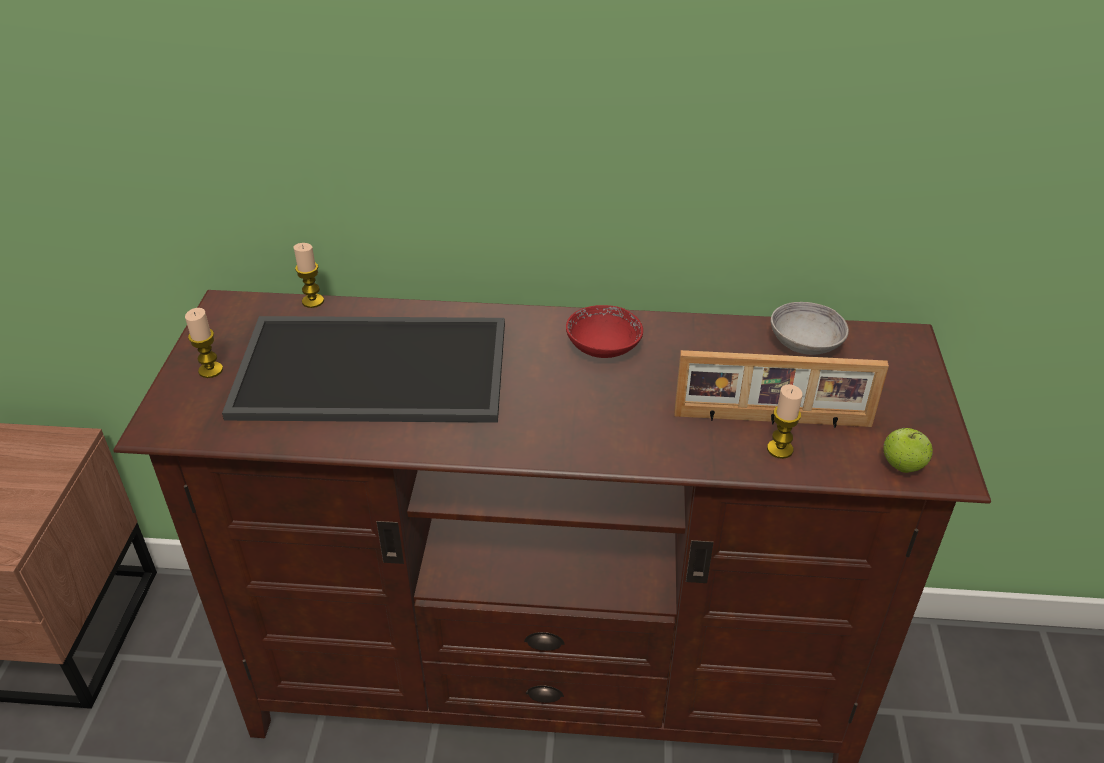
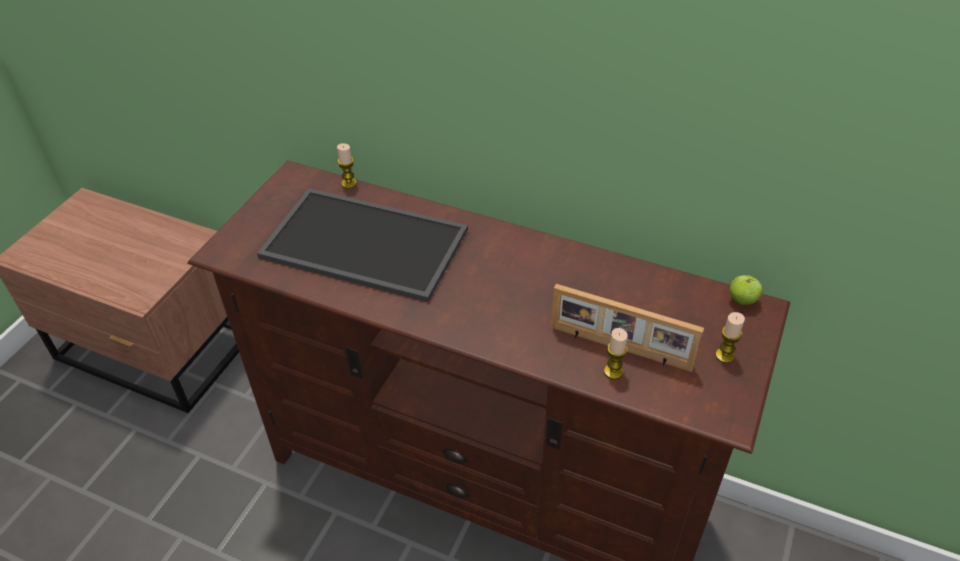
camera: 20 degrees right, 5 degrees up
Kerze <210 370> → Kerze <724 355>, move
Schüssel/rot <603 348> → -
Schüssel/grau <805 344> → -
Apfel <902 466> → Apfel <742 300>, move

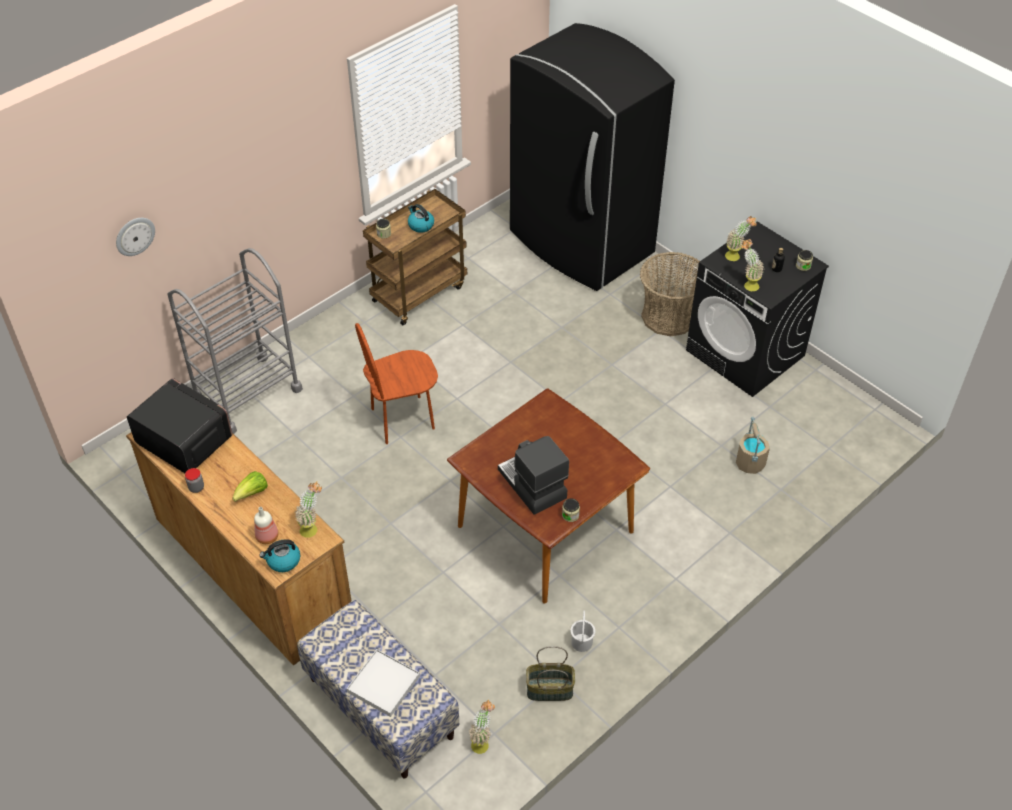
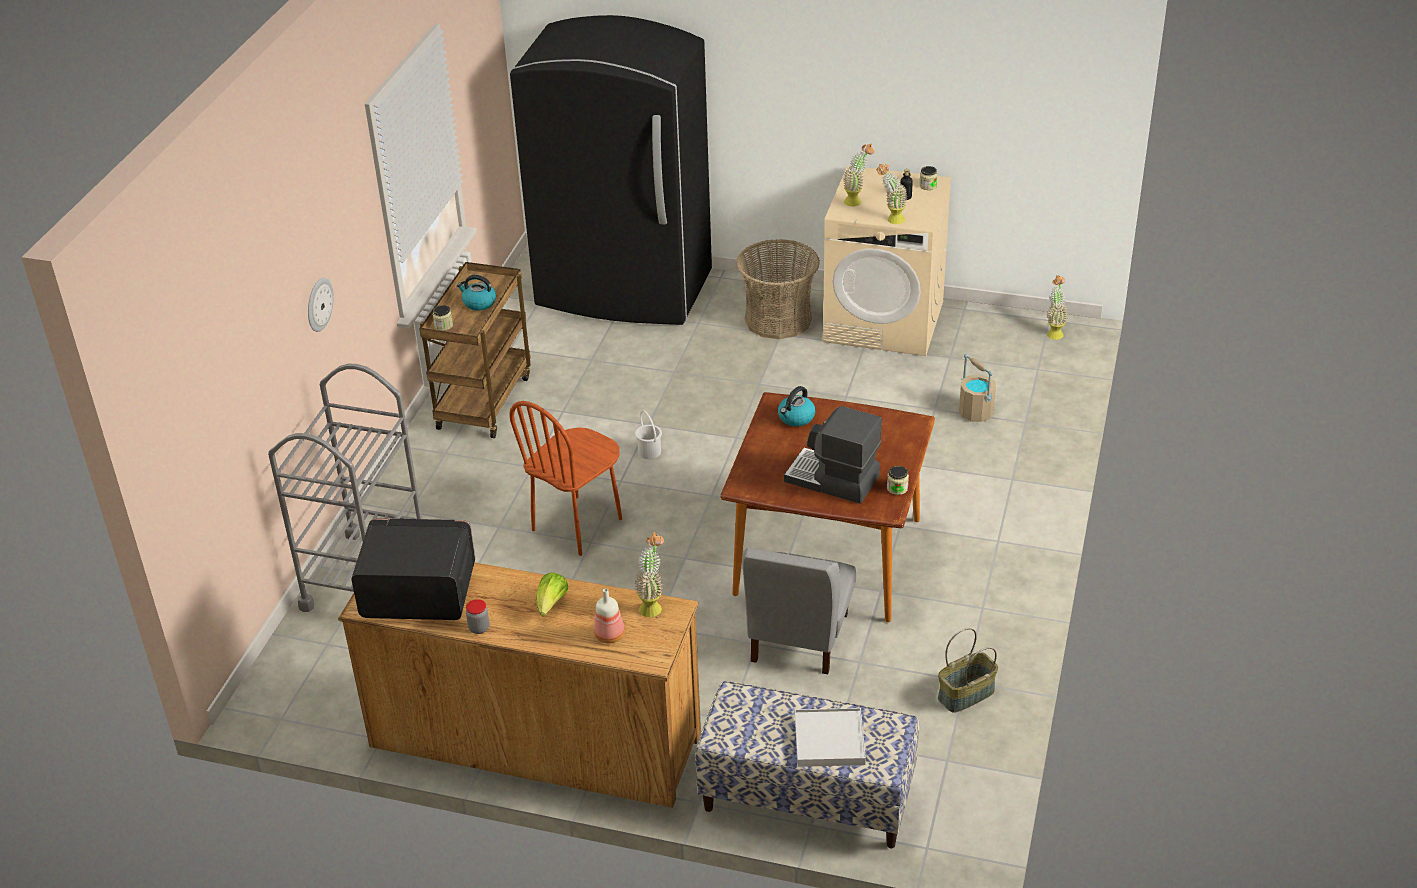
camera: 30 degrees left, 10 degrees down
Wanduhr <134 236> → Wanduhr <318 304>, move
Wasserkessel <283 561> → Wasserkessel <796 418>, move
Topfpflanze <482 741> → Topfpflanze <1054 332>, move
Eimer/weiß <582 642> → Eimer/weiß <650 452>, move
Waschmaschine/schwarz <746 353> → Waschmaschine/beige <884 321>
- → Stuhl/grau <798 638>

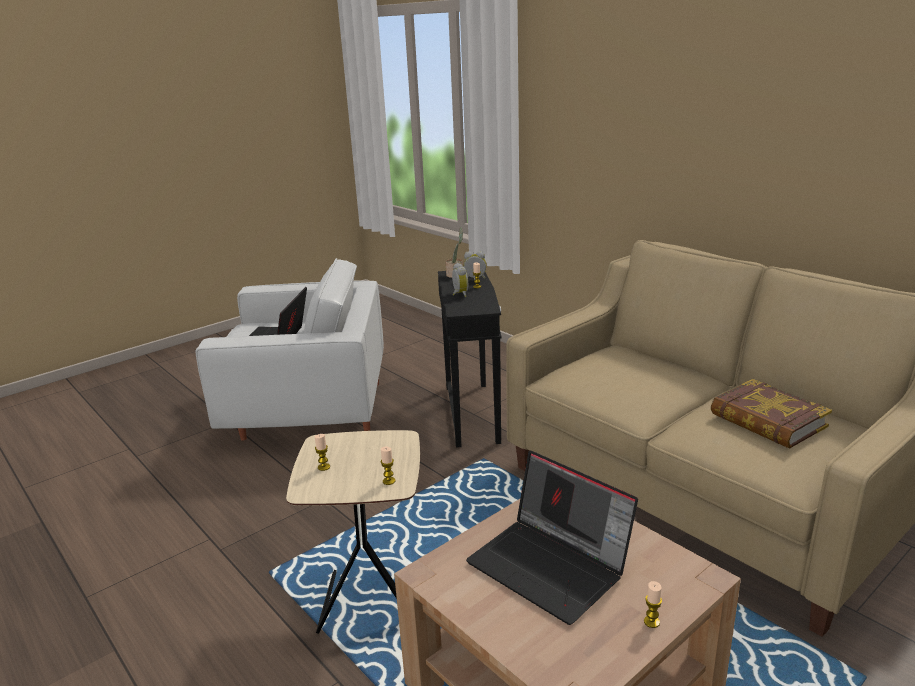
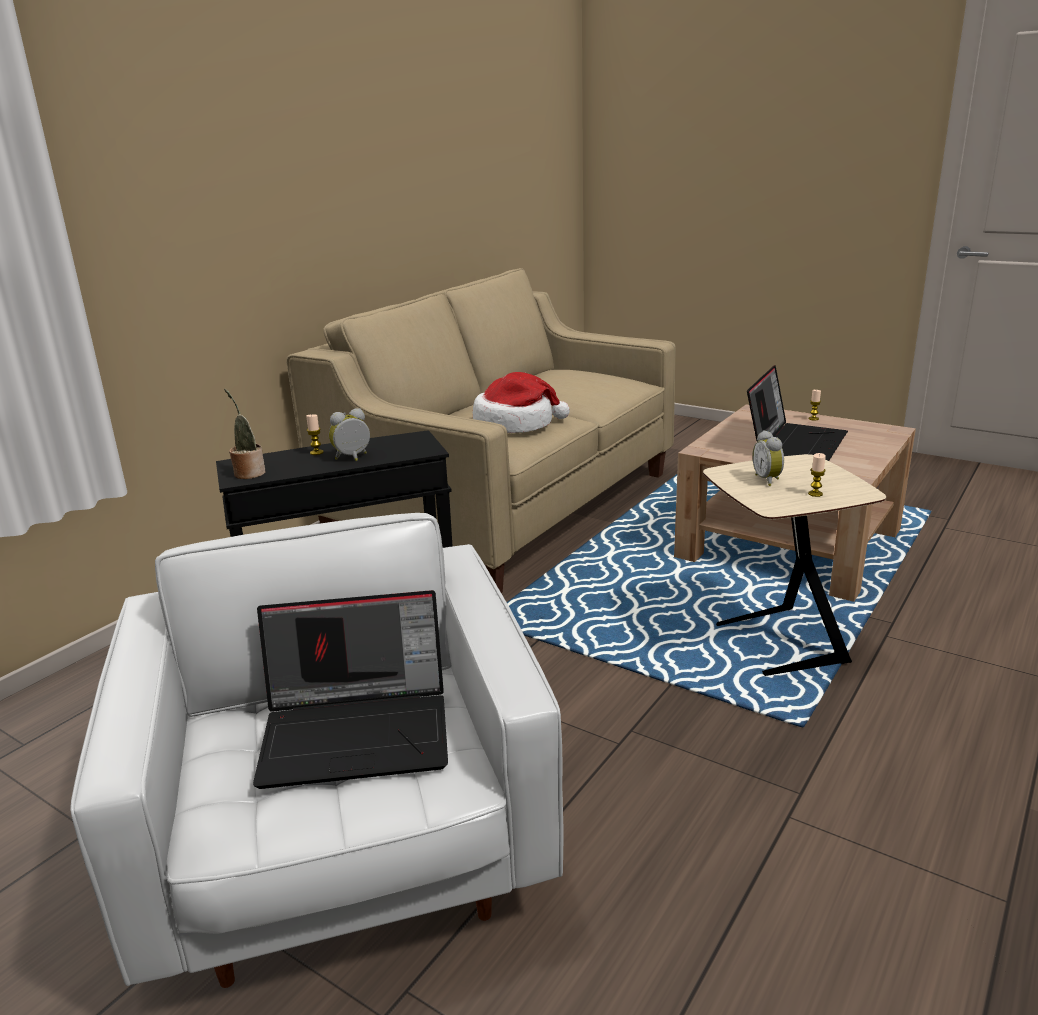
camera: 105 degrees left, 0 degrees up
Kerze <389 481> → -
Wecker <475 279> → Wecker <768 480>, move
Buch <767 421> → -
- → Hut <516 423>

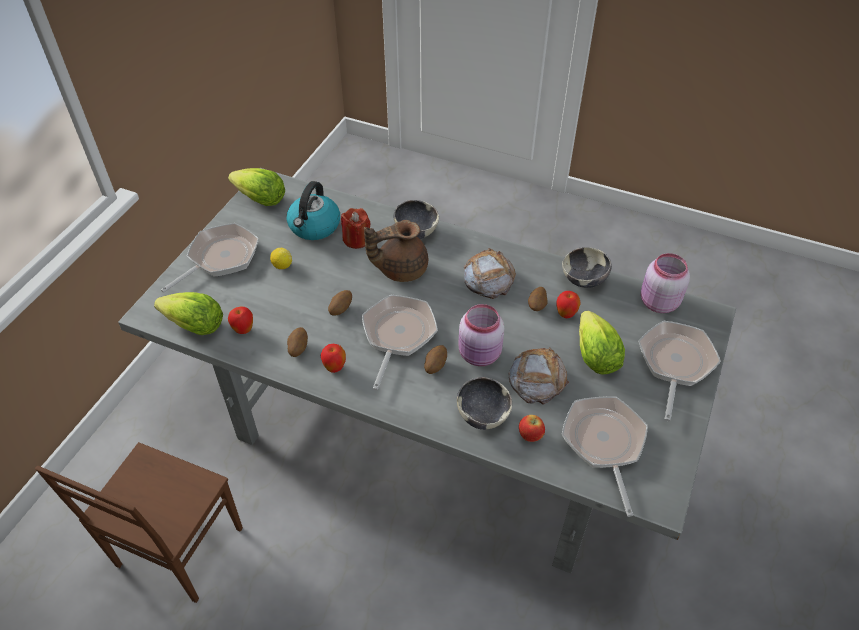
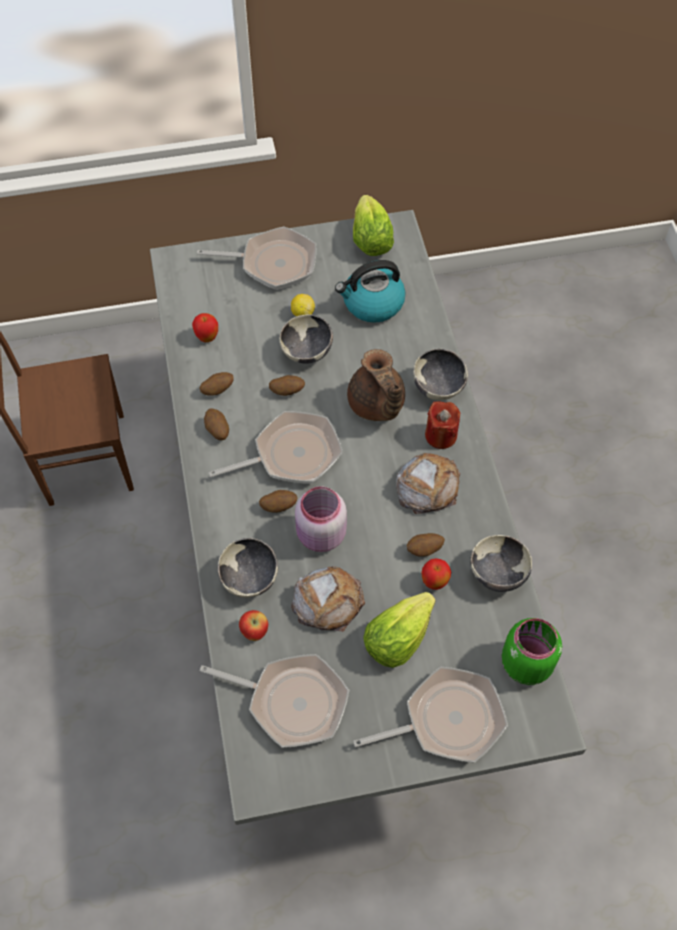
camera: 55 degrees right, 10 degrees up
Salatkopf <195 326> → -
Apfel <335 368> → Kartoffel <217 430>
Kerze/rot <356 240> → Kerze/rot <440 435>, move
Teekanne/braun <400 269> → Teekanne/braun <376 405>, 150 degrees counterclockwise
Pfanne <604 444> → Pfanne <291 701>, 60 degrees clockwise
Vorratsglas/rosa <657 303> → Vorratsglas/grün <524 663>
- → Schüssel <307 352>

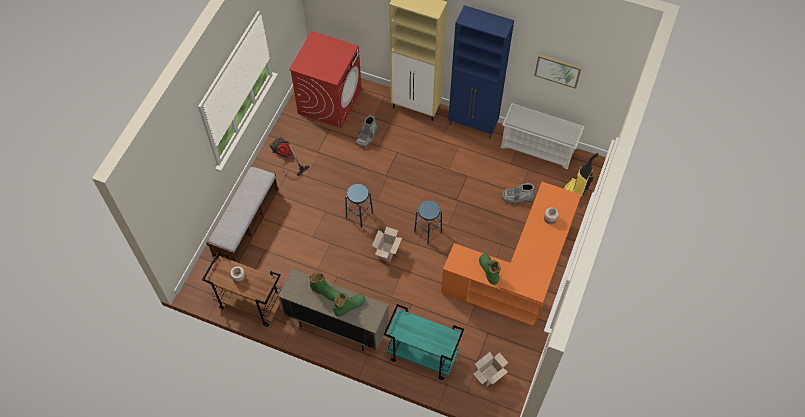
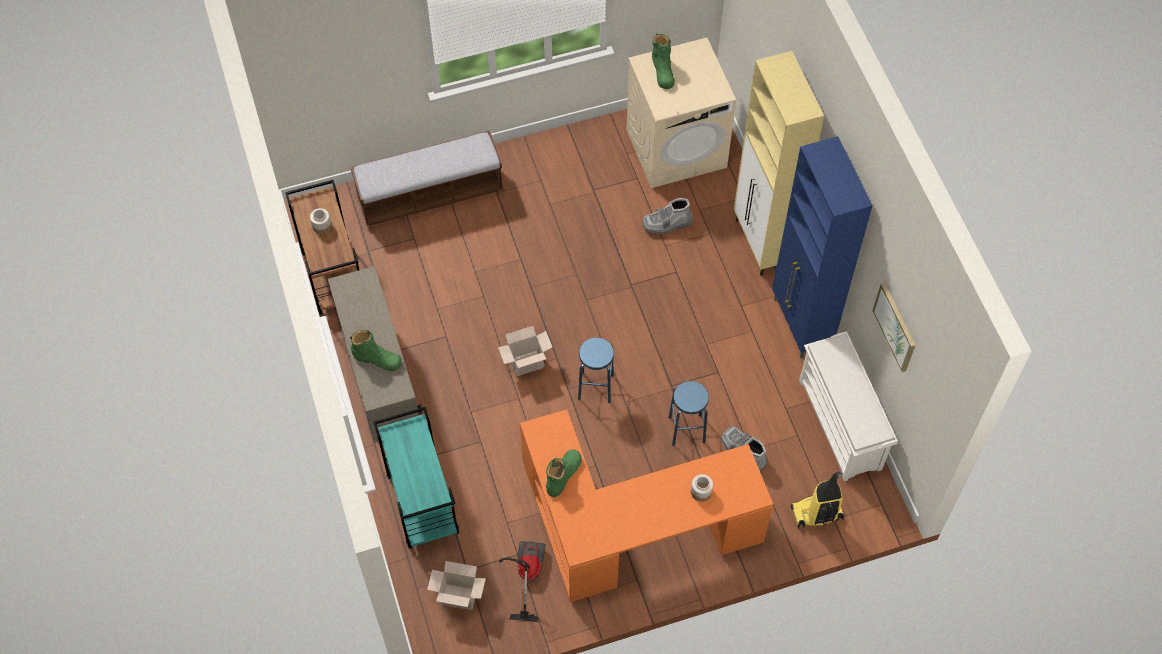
camera: 50 degrees right, 0 degrees up
Staubsauger <285 156> → Staubsauger <526 575>, move
Waschmaschine/rot <330 101> → Waschmaschine/beige <676 148>
Stiefel/grün <326 292> → Stiefel/grün <662 71>, move
Hocker/blau <359 215> → Hocker/blau <686 430>, move

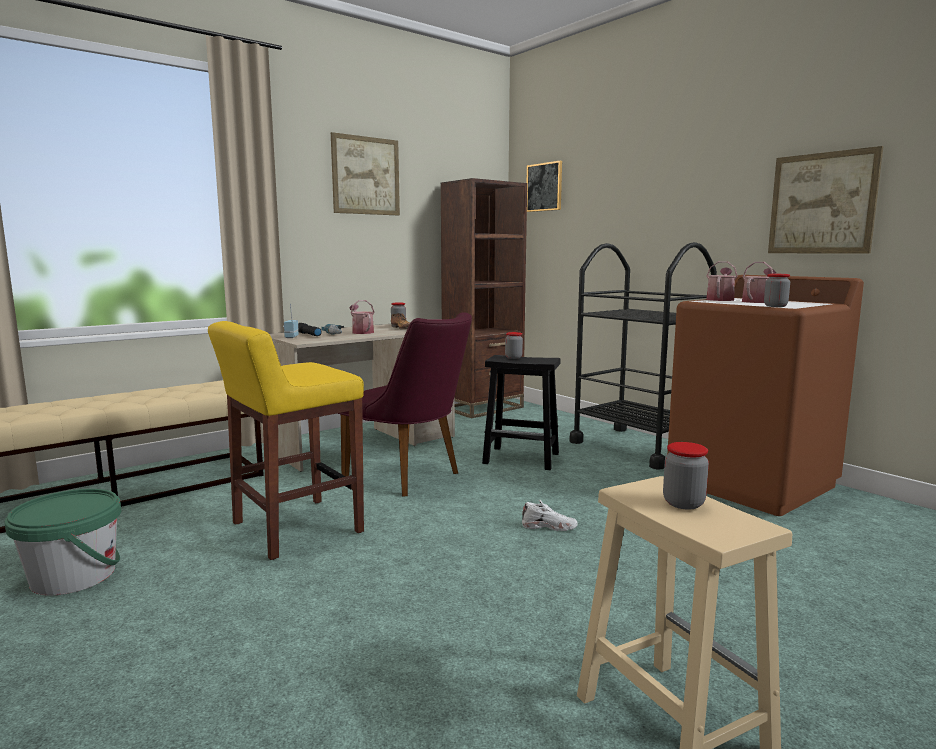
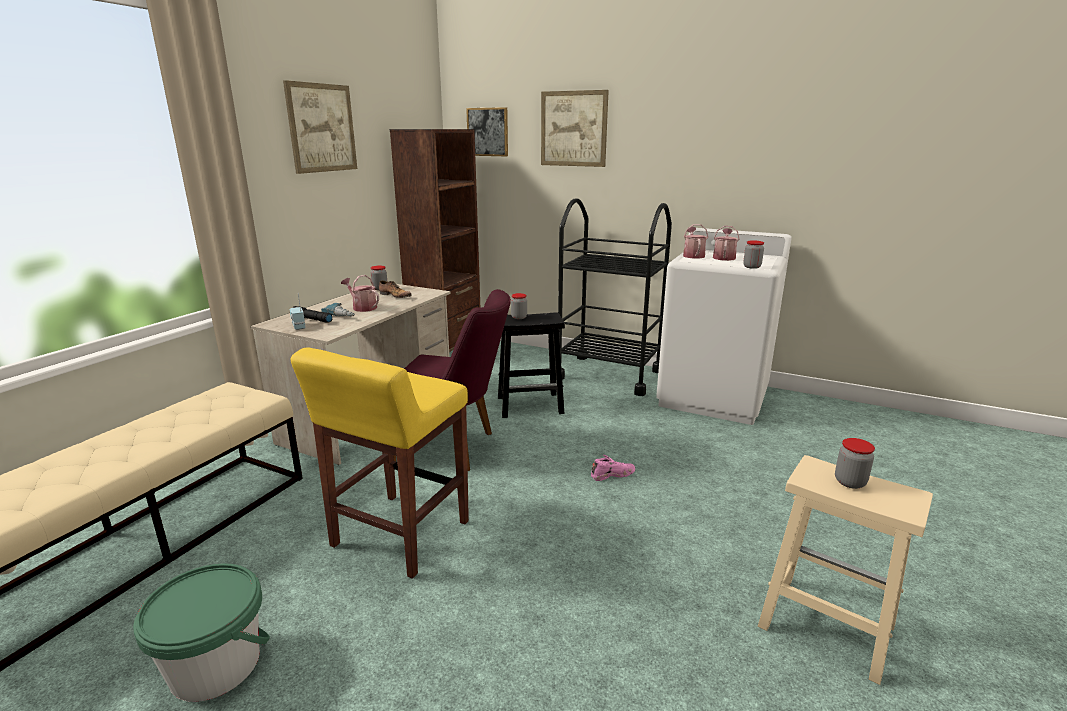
camera: 25 degrees left, 10 degrees up
Schuh/weiß <549 526> → Schuh/rosa <612 474>
Waschmaschine/braun <751 484> → Waschmaschine/weiß <714 397>
Bild <822 203> → Bild <573 129>, move

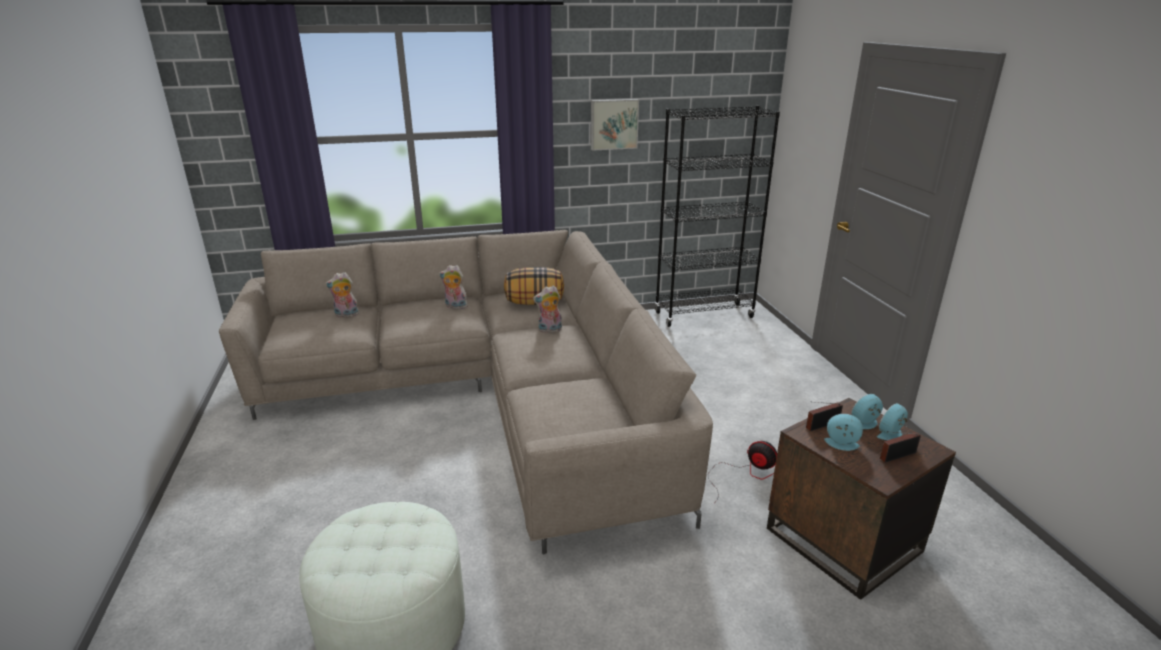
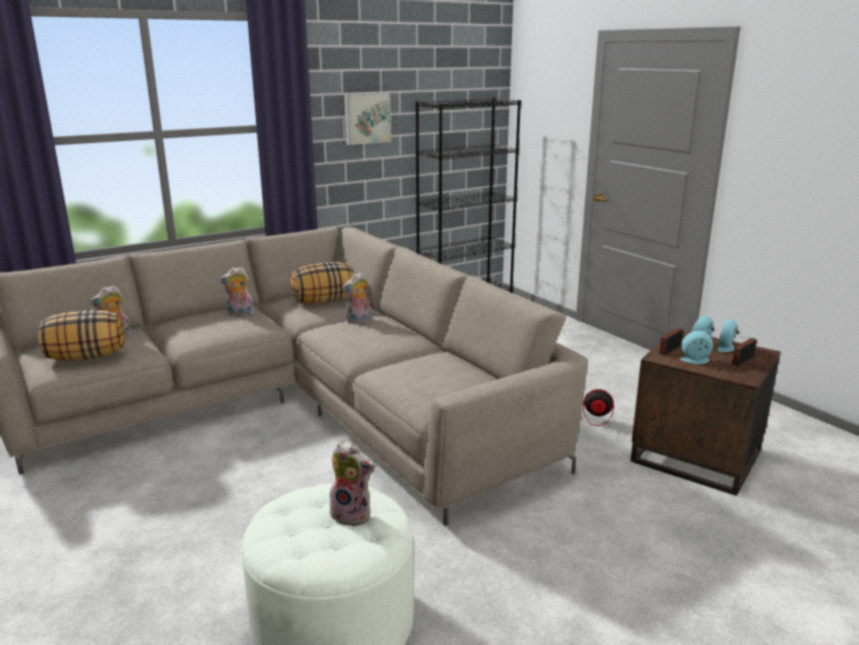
camera: 20 degrees left, 5 degrees down
- → Kissen <87 356>
- → Plüschtier <353 514>

